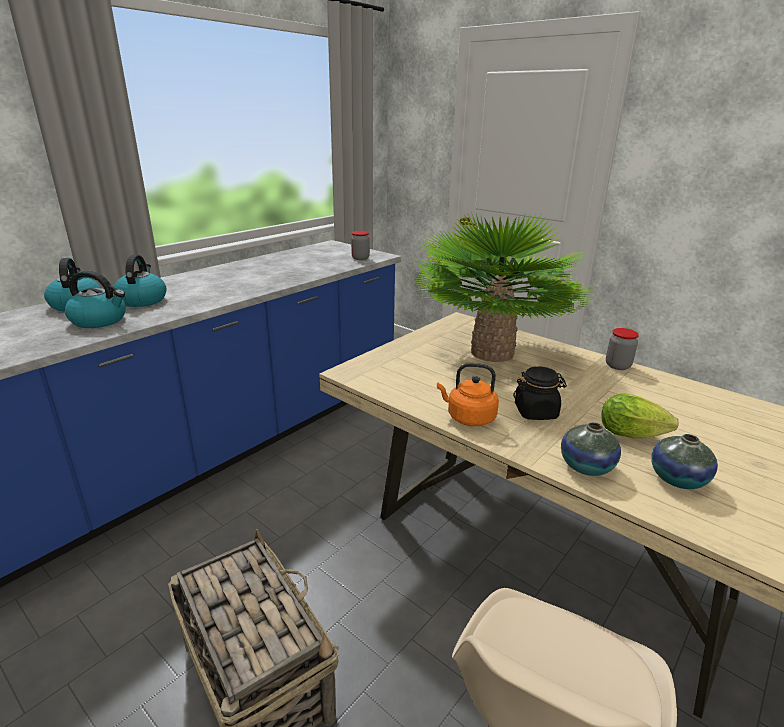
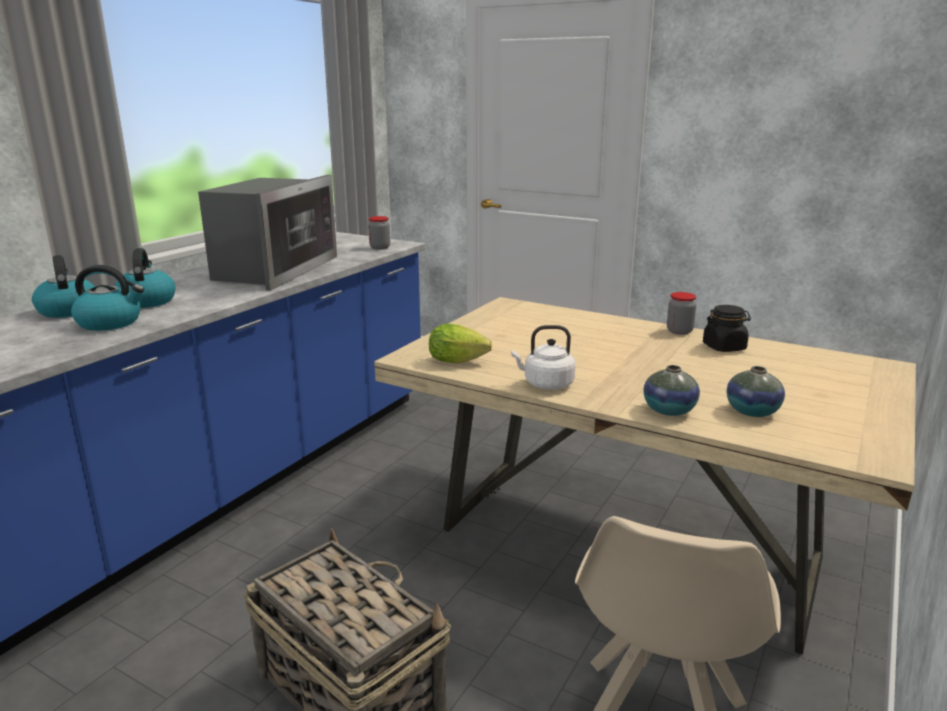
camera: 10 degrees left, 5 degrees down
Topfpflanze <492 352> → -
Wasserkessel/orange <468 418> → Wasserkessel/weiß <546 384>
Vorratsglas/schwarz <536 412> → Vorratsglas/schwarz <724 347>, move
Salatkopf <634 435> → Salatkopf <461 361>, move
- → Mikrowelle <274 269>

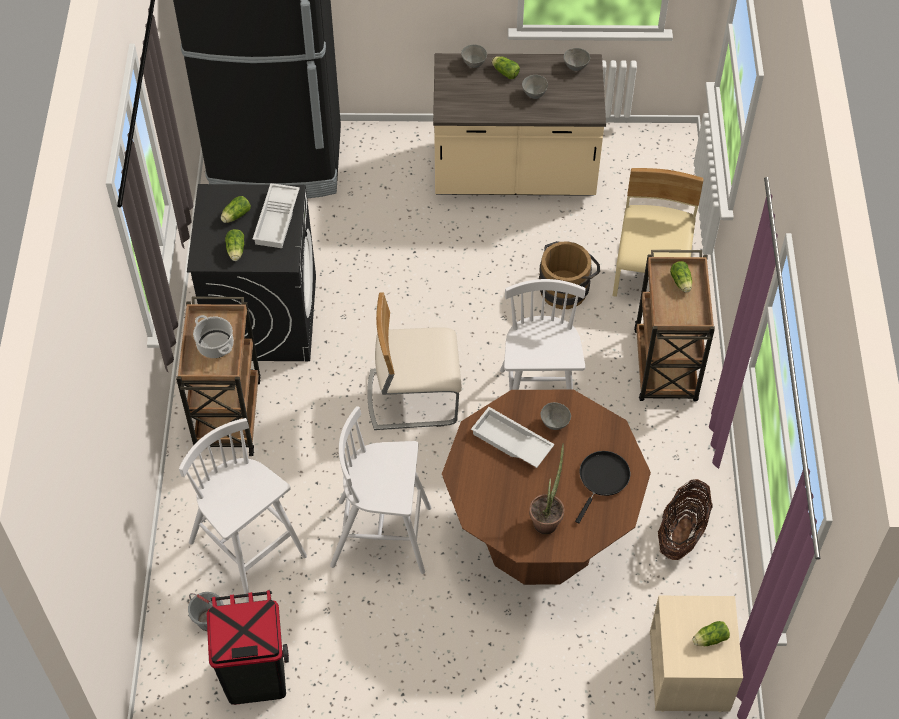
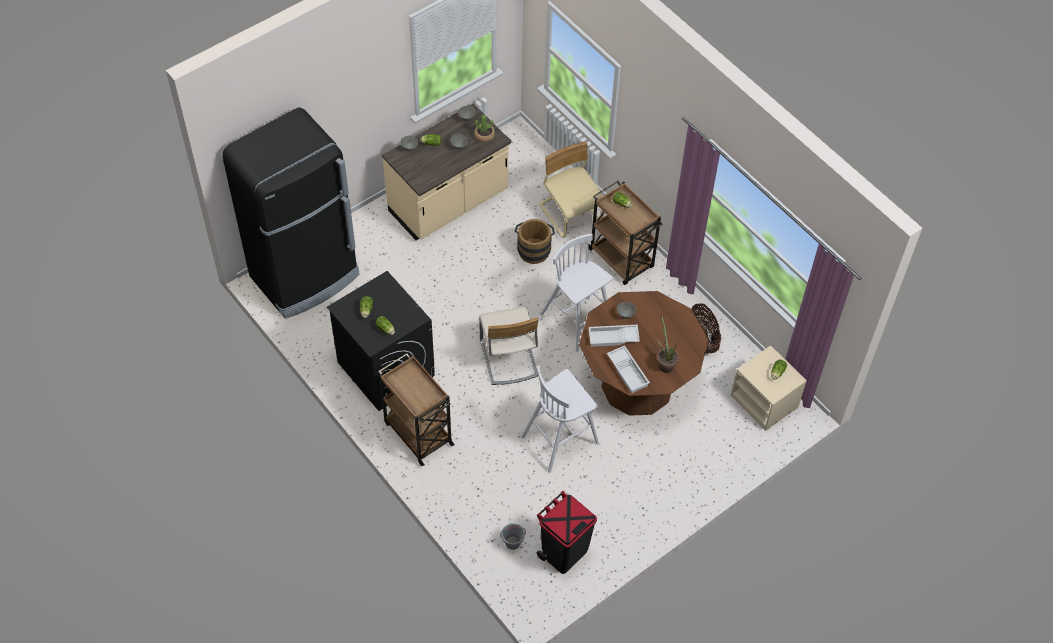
camera: 40 degrees left, 0 degrees up
Hocker/weiß <249 551> → -
Kochtopf <215 345> → -
Tablett/weiß <278 220> → Tablett/weiß <628 371>, move
Stuhl/beige <413 397> → Stuhl/beige <508 358>, 60 degrees counterclockwise
Pfanne/schwarz <602 479> → -
- → Topfpflanze <484 135>

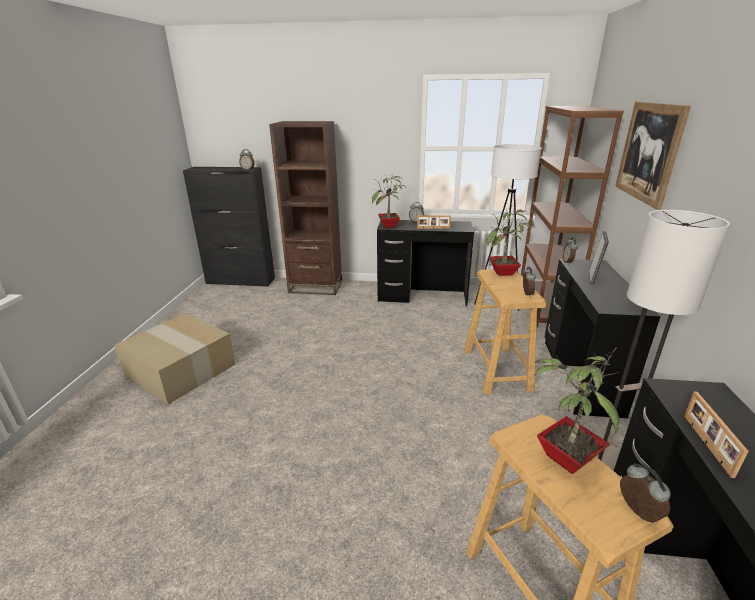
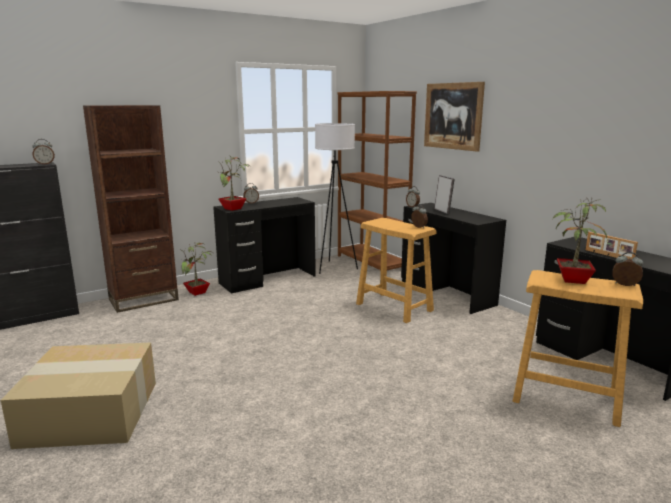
camera: 40 degrees left, 10 degrees down
Bilderrahmen <433 228> → -
Topfpflanze <503 273> → Topfpflanze <197 293>, move
Stehlampe <610 462> → -

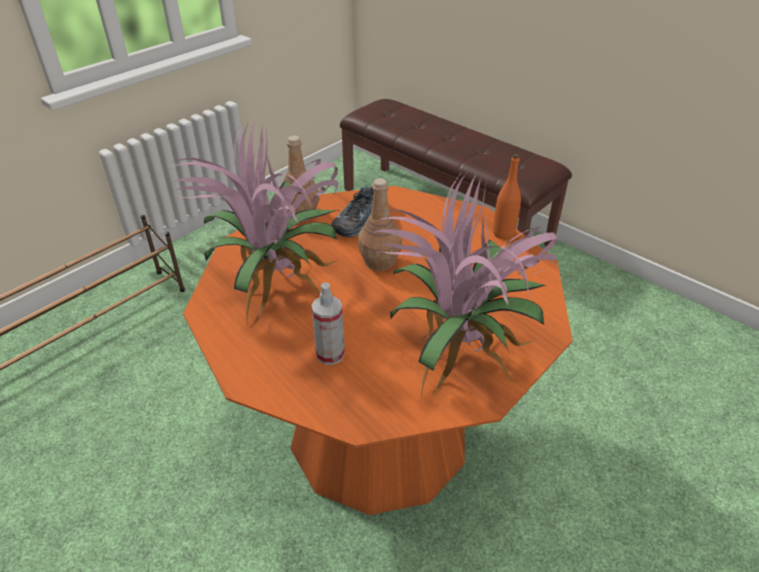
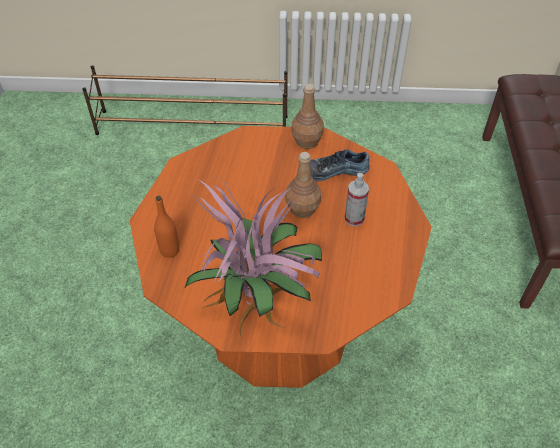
camera: 50 degrees right, 10 degrees up
Topfpflanze <280 285> → -
Sprühflasche <330 354> → Sprühflasche <354 218>, move
Flasche/orange <503 233> → Flasche/orange <169 250>, move

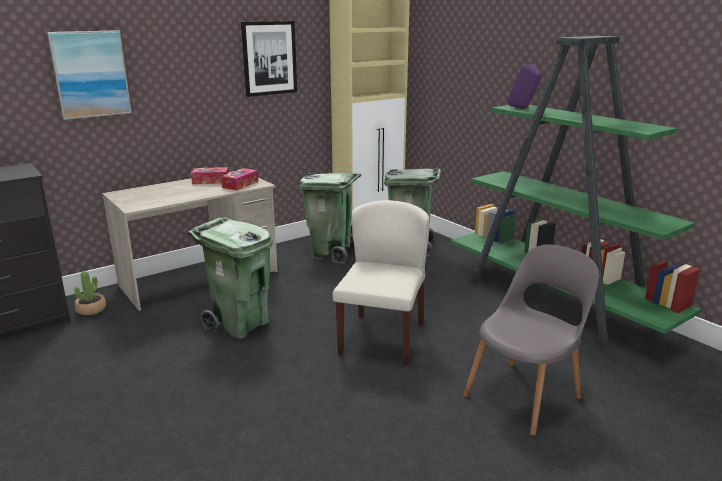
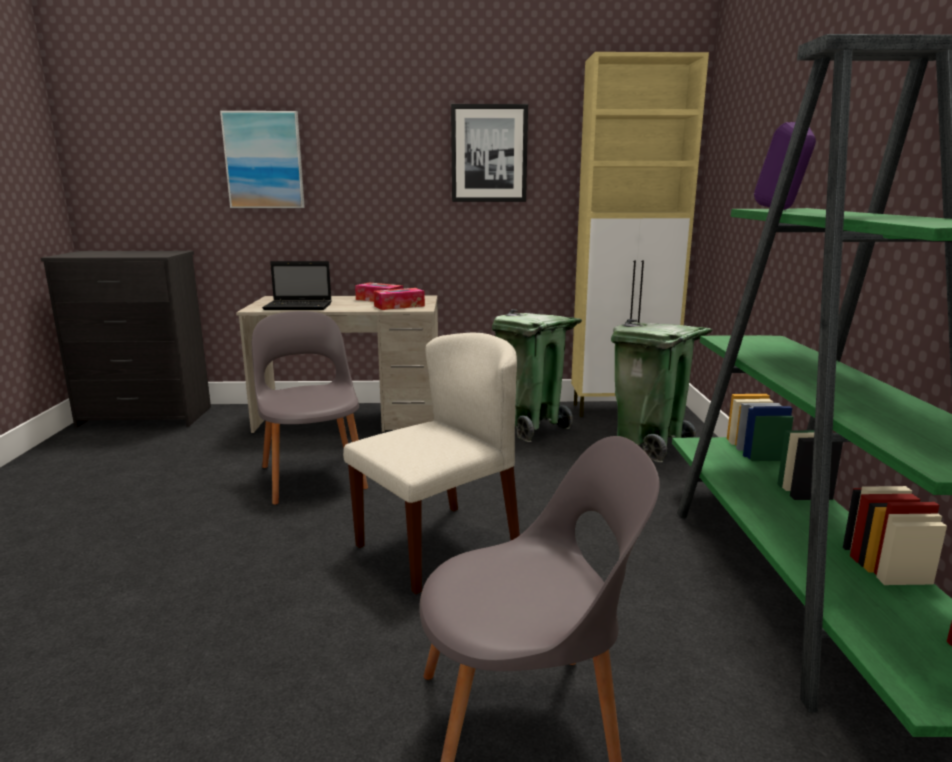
camera: 35 degrees right, 5 degrees down
Topfpflanze <91 309> → -
Mülleimer/grün <240 324> → Stuhl/grau <313 475>
- → Laptop <299 306>

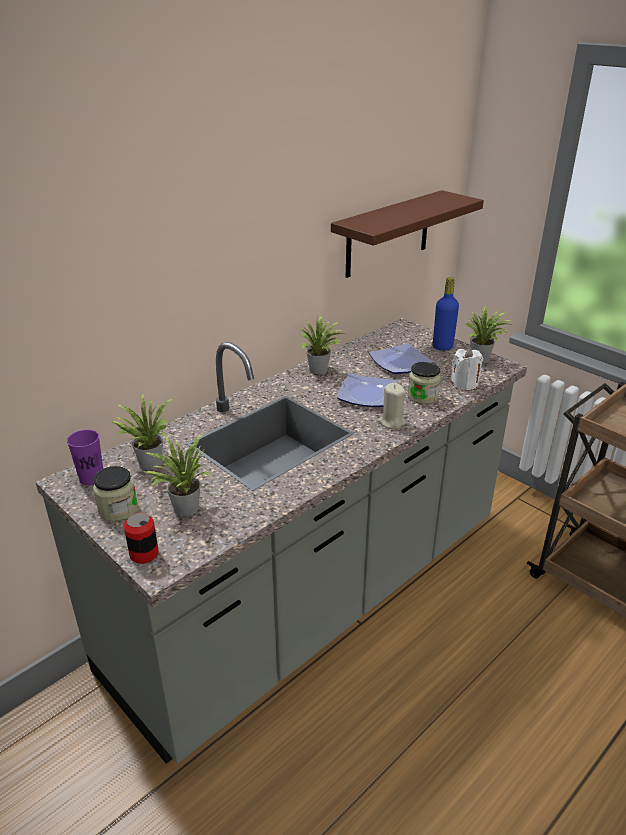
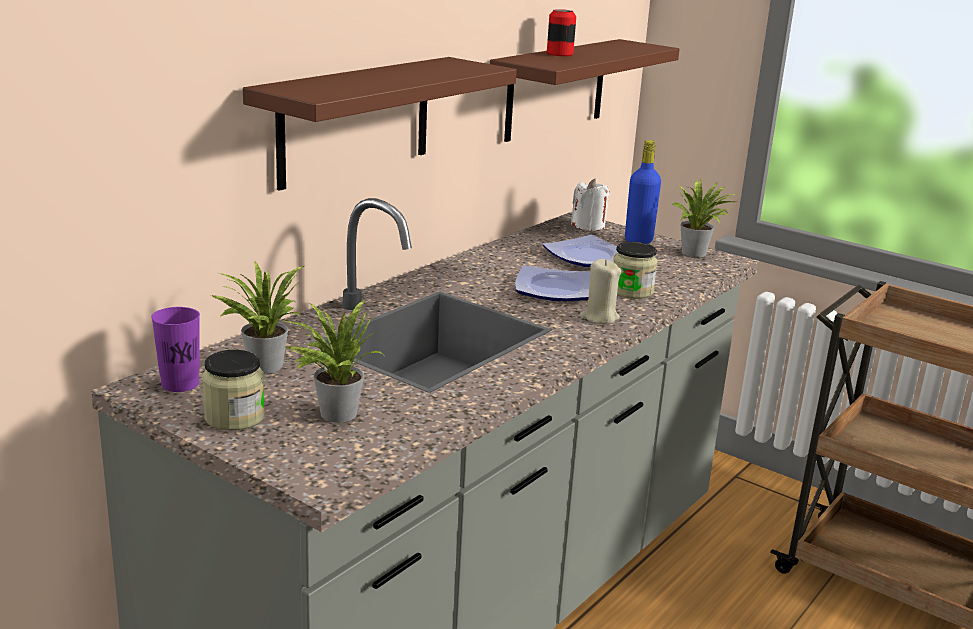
camera: 10 degrees left, 10 degrees down
Dose <144 554> → Dose <559 54>, move
Topfpflanze <320 370> → -
Kerze/weiß <464 383> → Kerze/weiß <588 226>, move
- → Wandregal/braun <355 121>

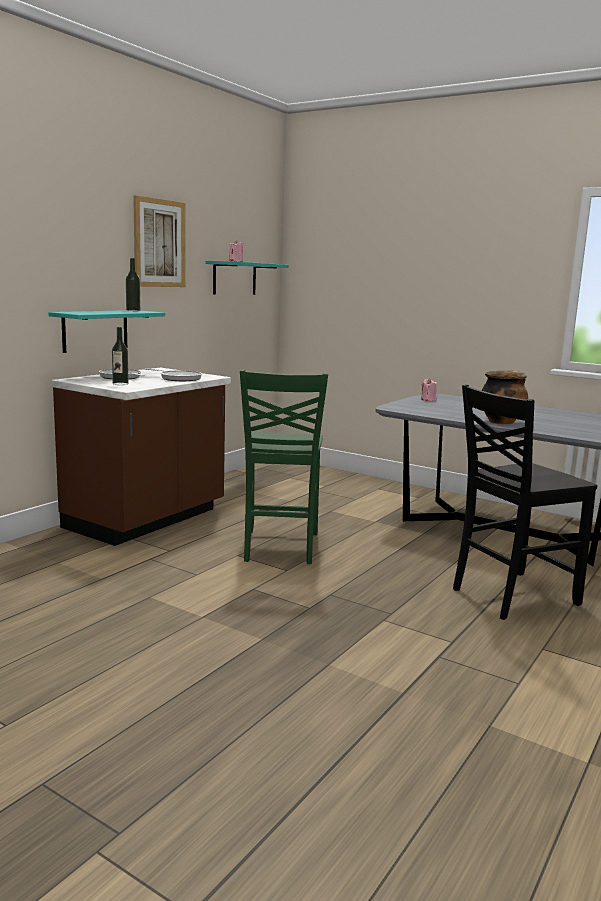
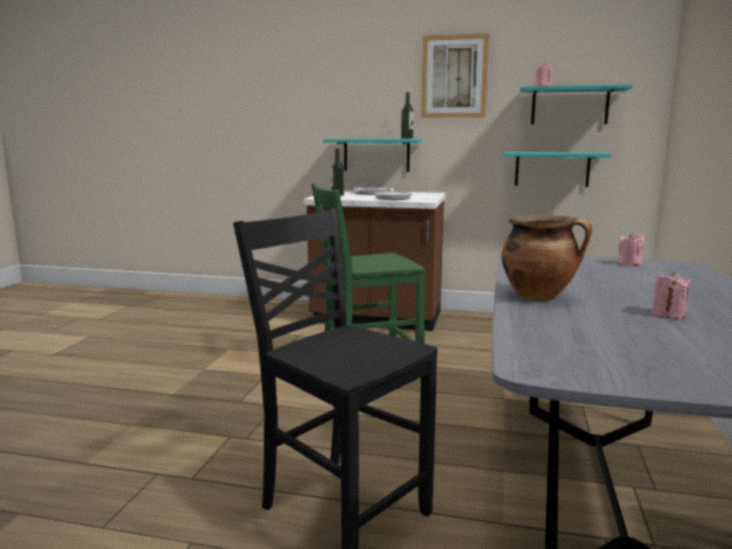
camera: 70 degrees right, 0 degrees up
- → Wandregal/türkis <552 169>
- → Kerze/rosa <668 314>

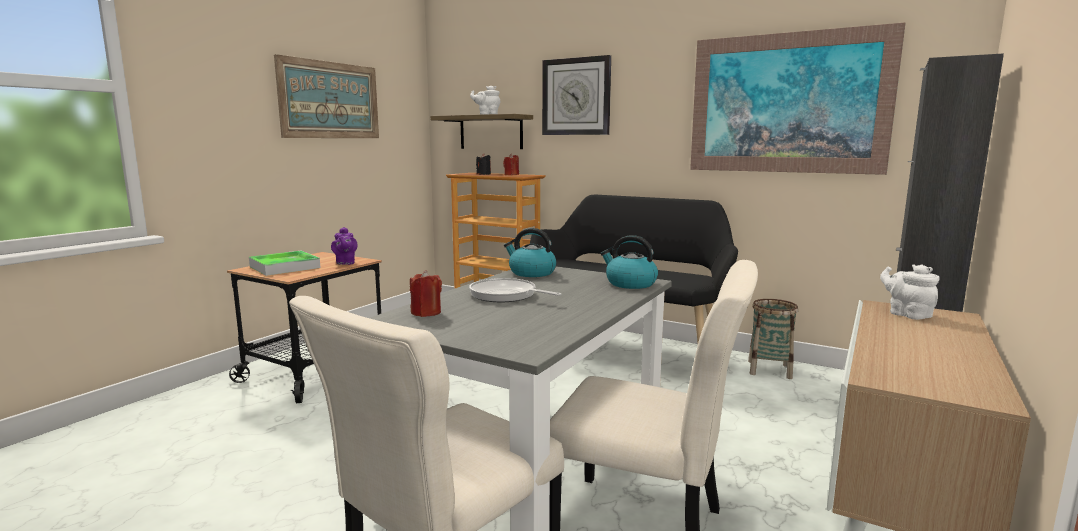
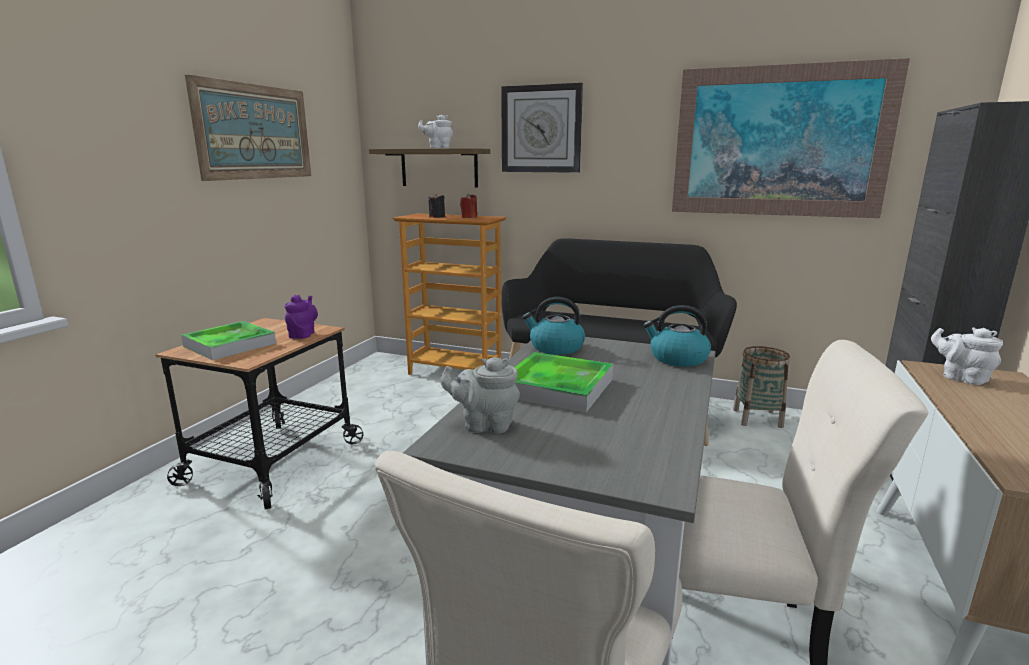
camera: 10 degrees left, 5 degrees up
Teekanne/lila <345 263> → Teekanne/lila <303 334>, 150 degrees counterclockwise
Kerze/rot <426 313> → Teekanne/grau <484 425>
Pfanne <506 295> → Tablett <557 387>

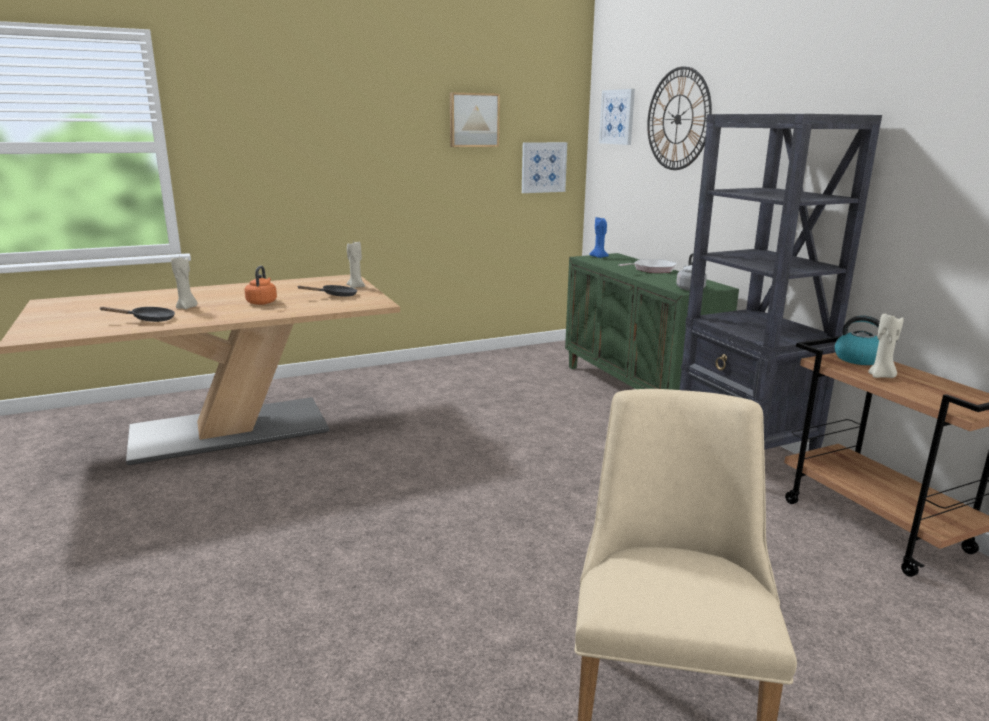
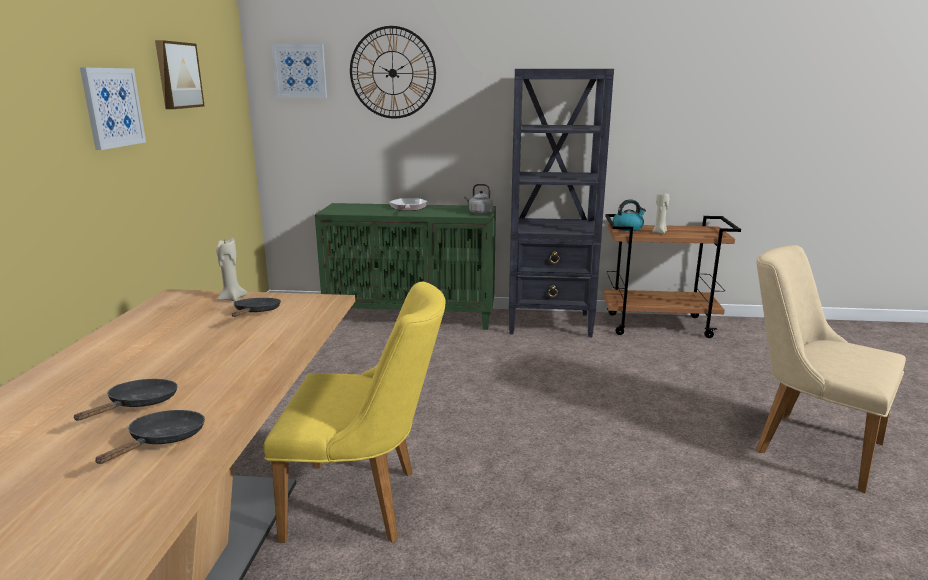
camera: 60 degrees left, 0 degrees up
Kerze/beige <187 307> → Pfanne/schwarz <139 404>
Wasserkessel/orange <262 302> → -
Bild <543 167> → Bild <112 107>, move
Kerze/blau <599 257> → -
- → Stuhl/gelb <365 502>

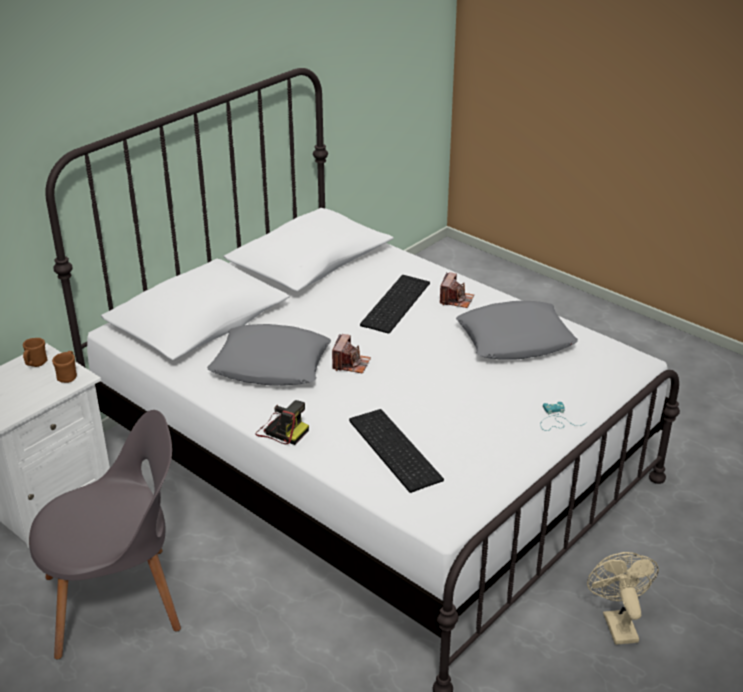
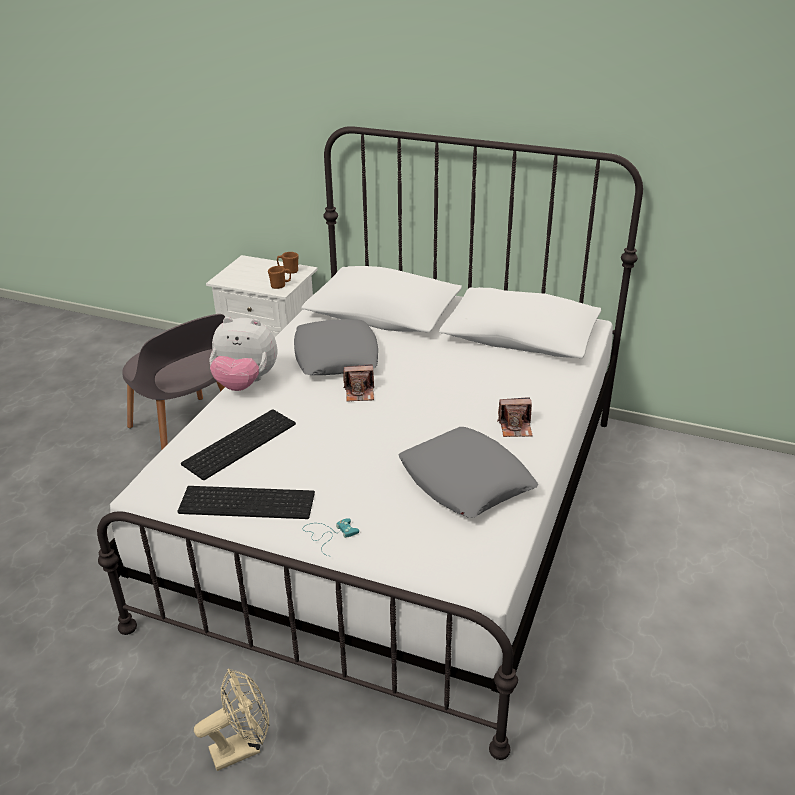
camera: 70 degrees right, 0 degrees up
Kamera <281 430> → Plüschtier <245 383>
Tastatur <394 303> → Tastatur <249 501>, move

